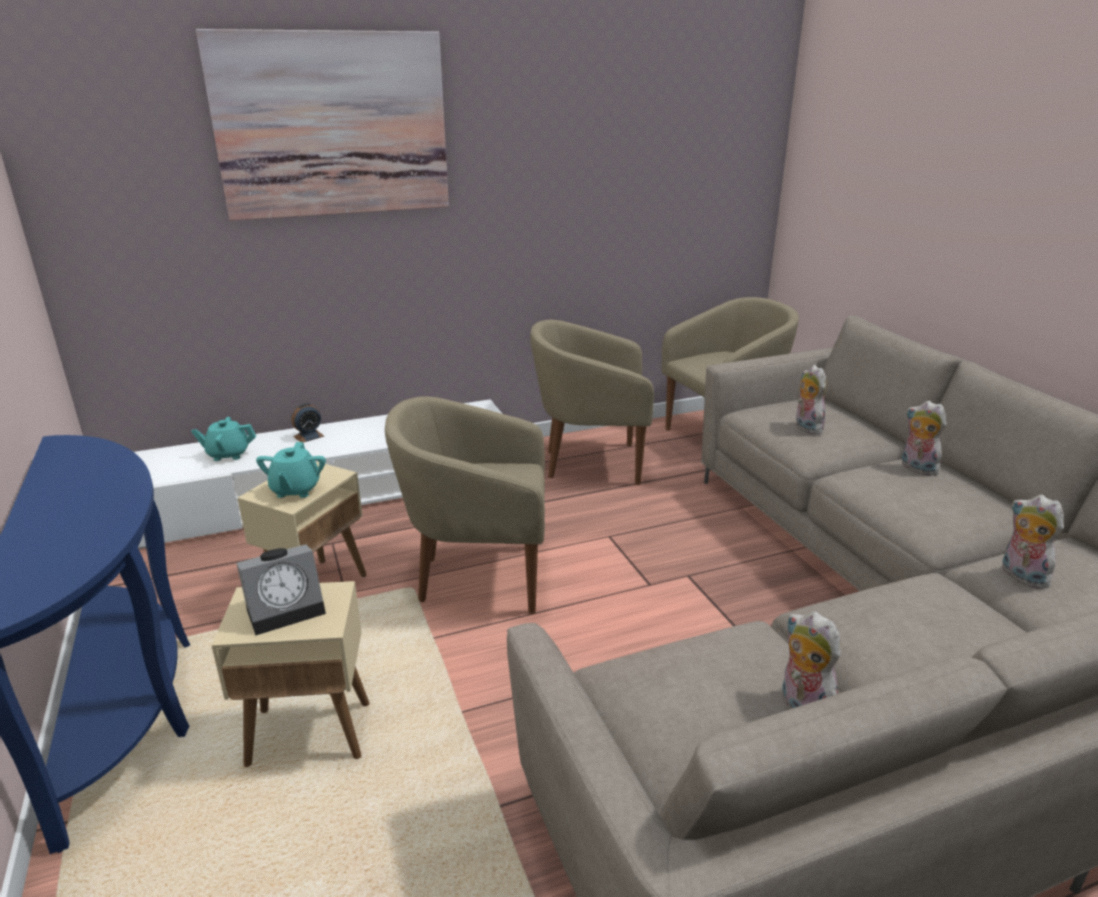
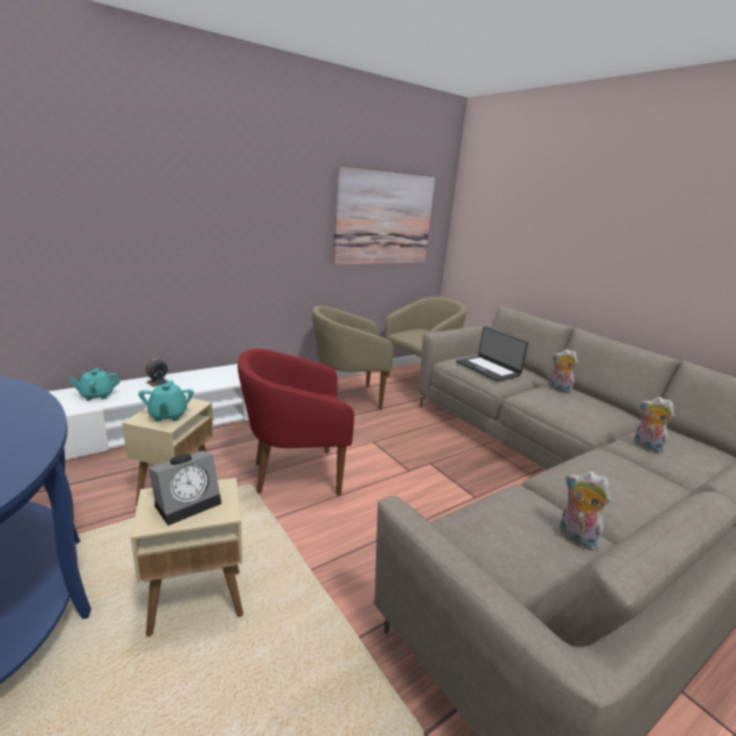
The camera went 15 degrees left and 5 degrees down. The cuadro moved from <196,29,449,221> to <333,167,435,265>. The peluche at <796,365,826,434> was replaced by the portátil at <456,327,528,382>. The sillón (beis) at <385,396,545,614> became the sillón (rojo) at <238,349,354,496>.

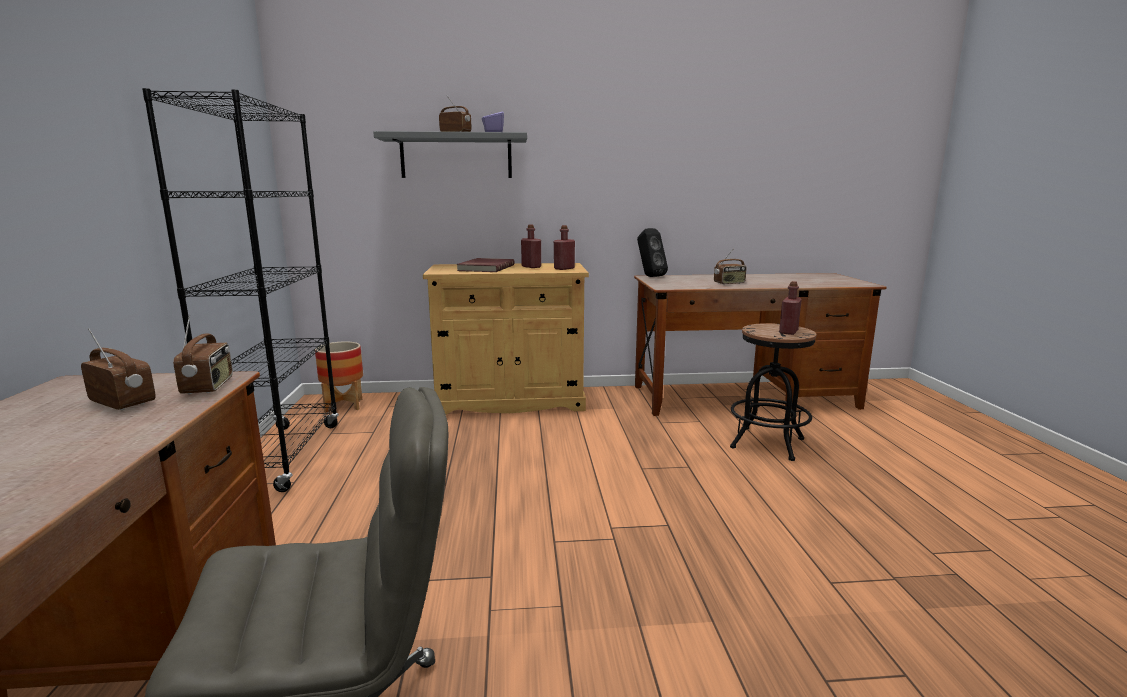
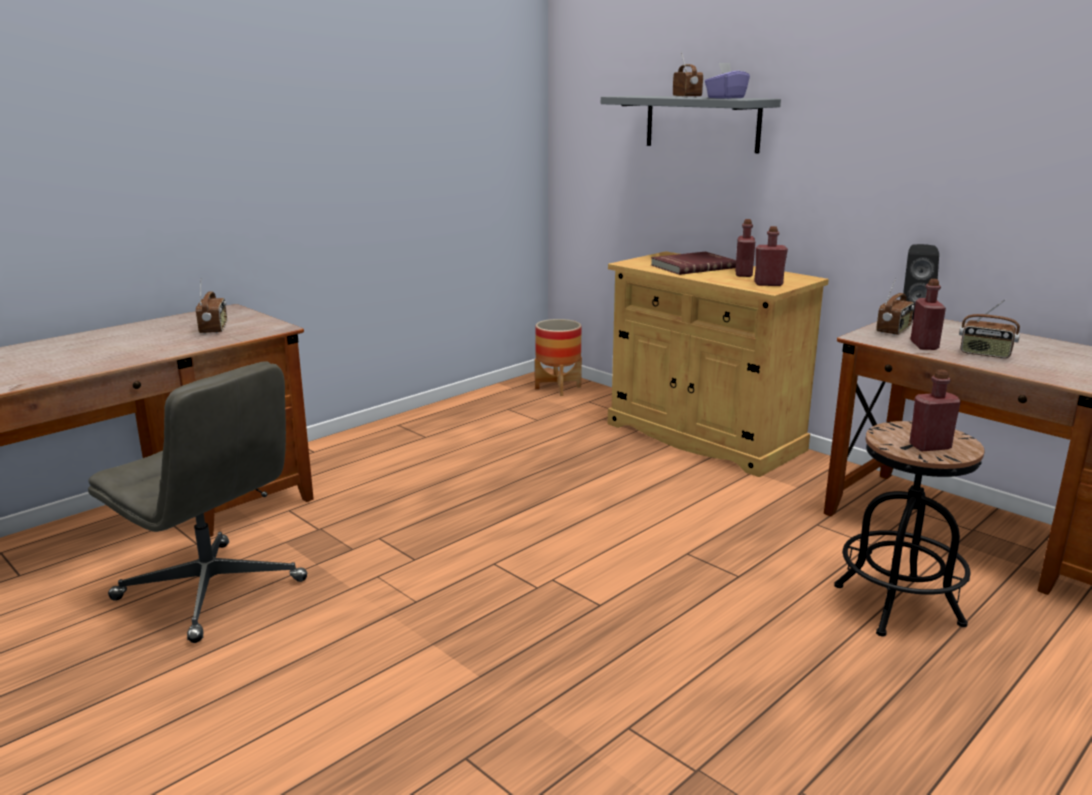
The camera went 50 degrees right and 5 degrees up. The estantería (negro) at <142,88,339,492> disappeared. The botella (rojo) at <910,279,946,350> appeared. The radio moved from <173,315,233,394> to <876,278,914,335>.

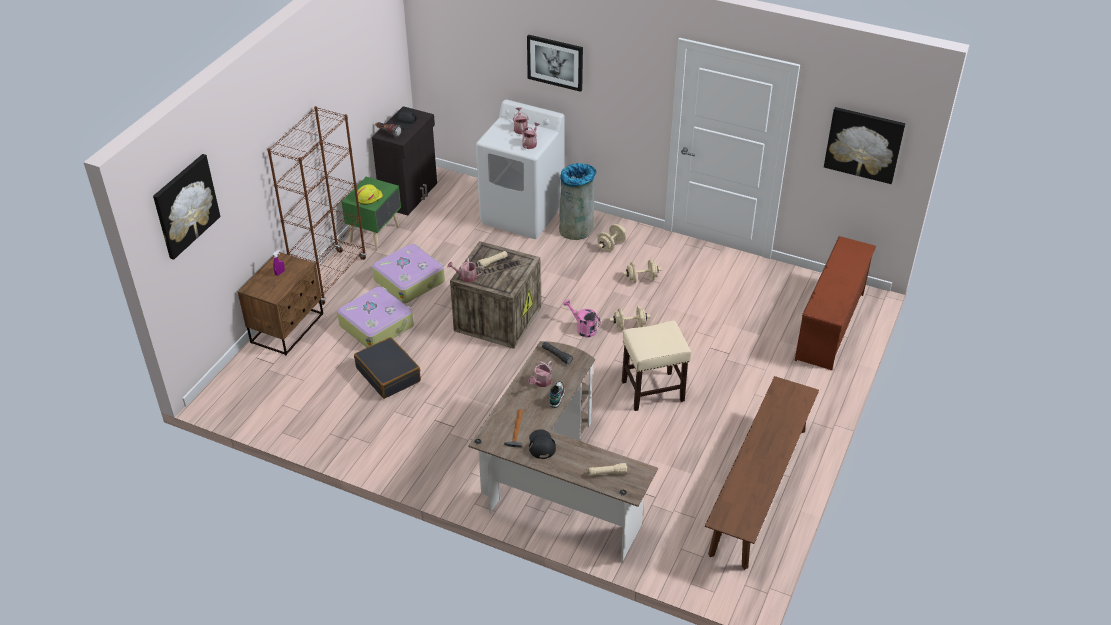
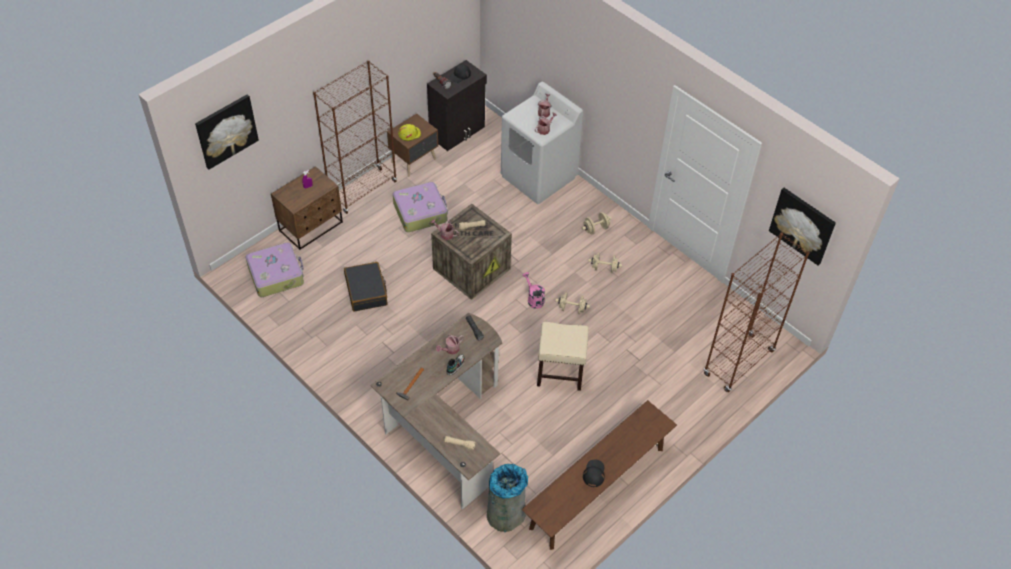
The camera went 20 degrees right and 10 degrees up. The cuadro at <527,35,583,92> disappeared. The maleta moved from <337,287,414,347> to <246,243,304,297>. The gorra (negro) moved from <529,429,556,459> to <583,459,605,487>. The papelera (gris) moved from <559,163,596,240> to <487,464,528,532>. The zapatero (marrón) at <795,236,876,370> was replaced by the estantería (marrón) at <704,232,810,393>. The mesita de noche (verde) at <341,177,401,250> became the mesita de noche (marrón) at <387,113,438,177>.

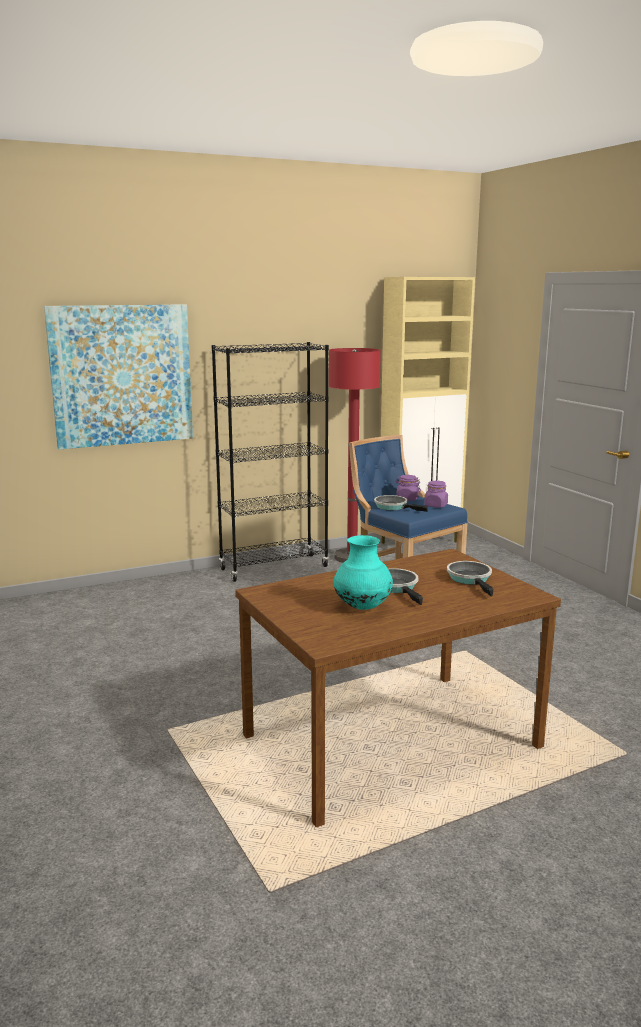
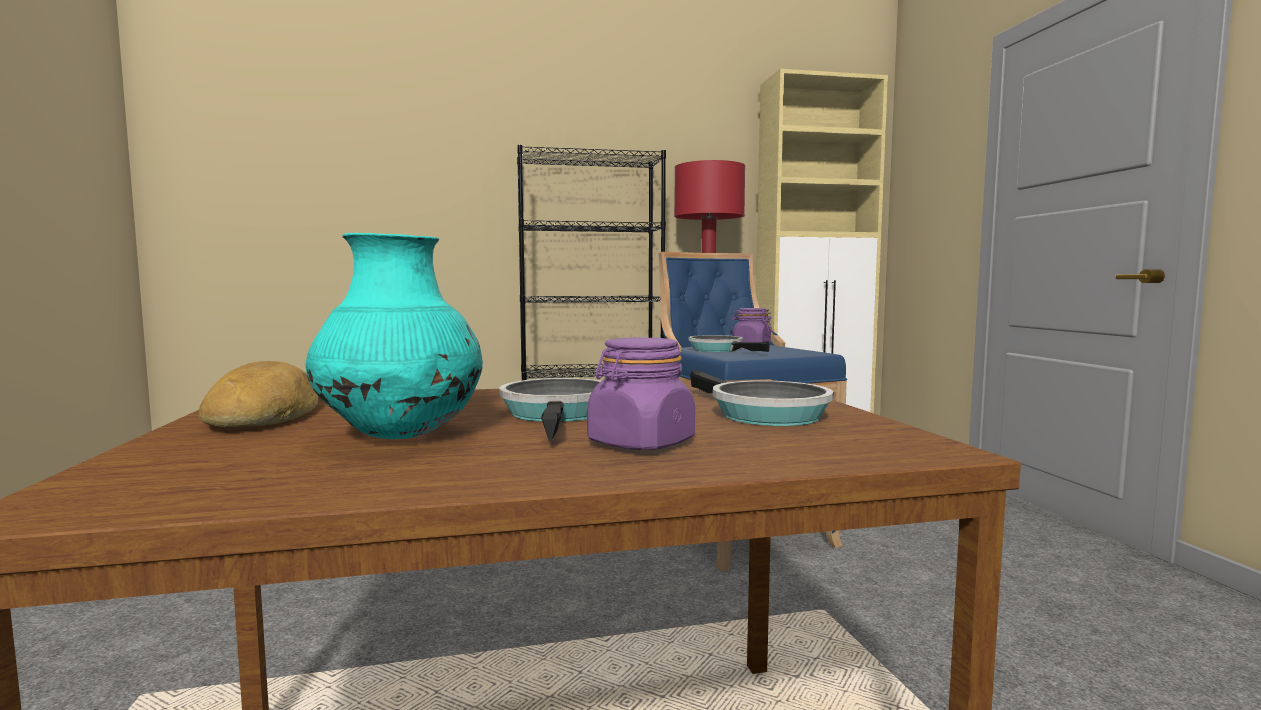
The camera went 15 degrees right and 10 degrees down. The cuadro at <44,304,193,450> disappeared. The pan at <199,361,318,427> appeared. The tarro (morado) moved from <424,481,448,507> to <587,338,695,450>. The sartén at <447,561,494,597> turned 150 degrees clockwise.

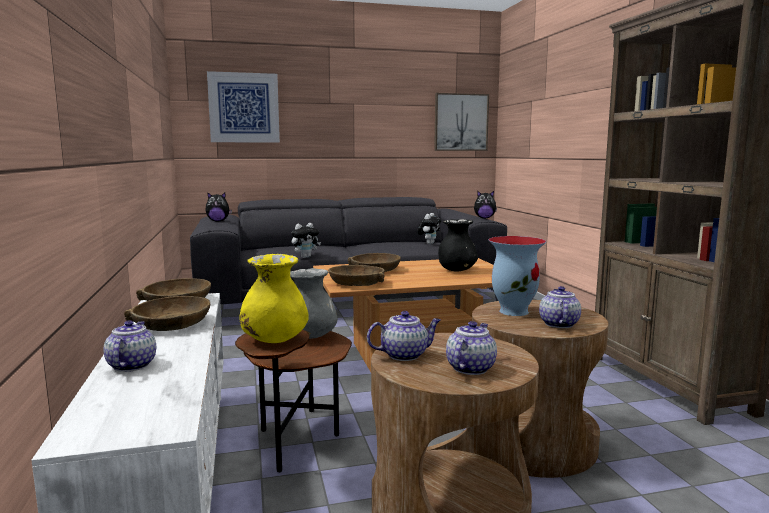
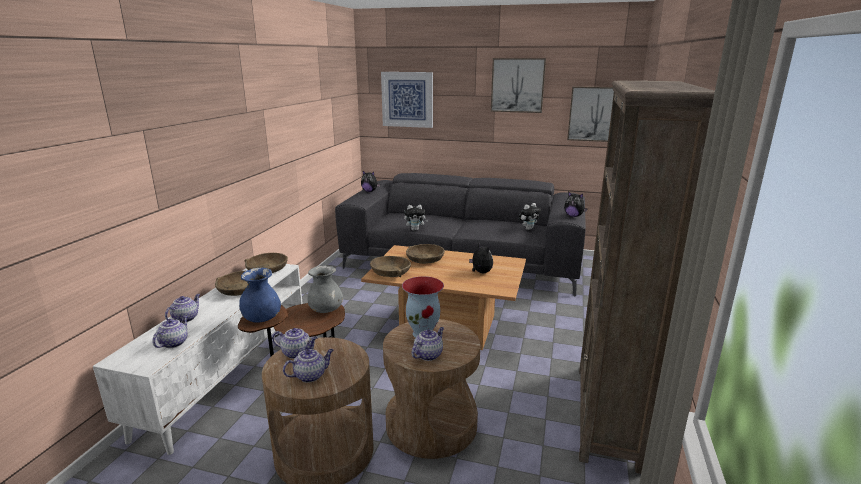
The camera went 30 degrees right and 10 degrees up. The tetera at <152,315,188,348> appeared. The cuadro at <491,58,546,113> appeared. The florero (negro) at <438,219,478,272> was replaced by the peluche at <469,243,493,273>. The florero (amarillo) at <239,254,309,343> became the florero (azul) at <239,268,281,323>.

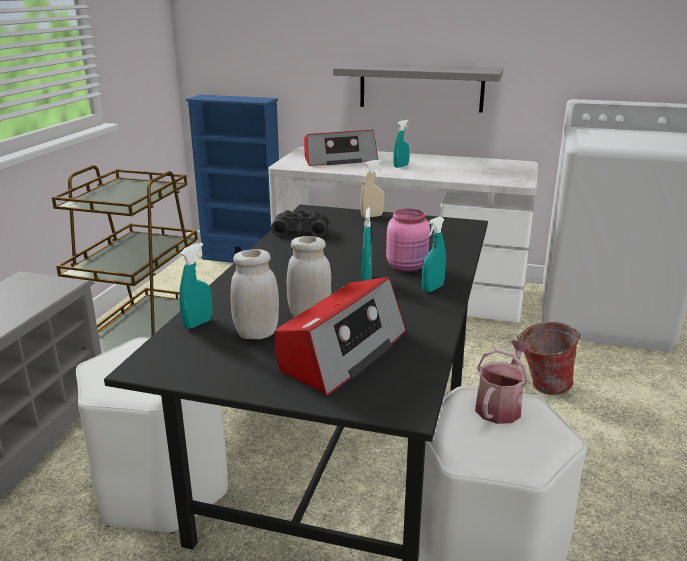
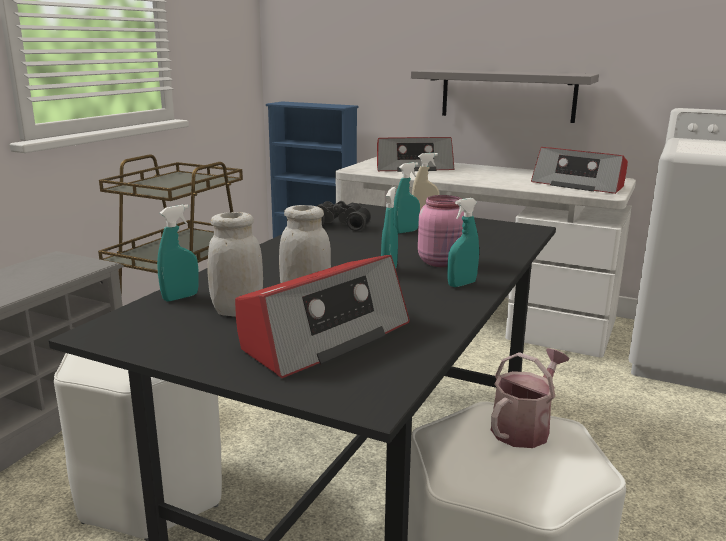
The camera went 10 degrees right and 5 degrees down. The cubo at <517,322,581,395> disappeared. The radio at <531,147,628,194> appeared. The pulverizador (turquesa) moved from <394,120,410,168> to <394,162,420,234>.

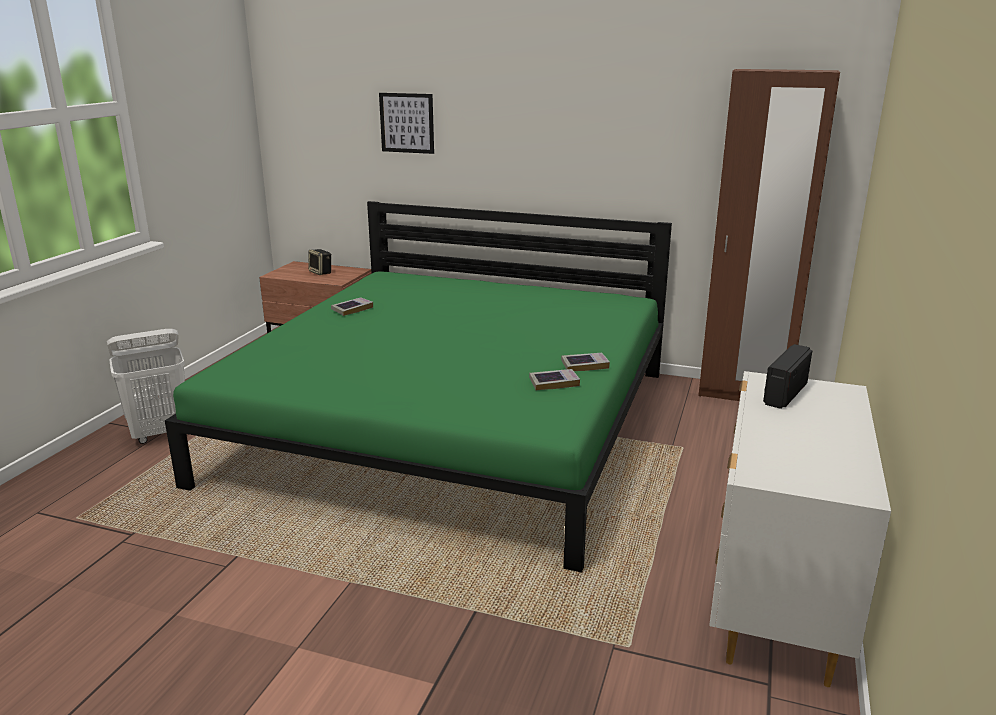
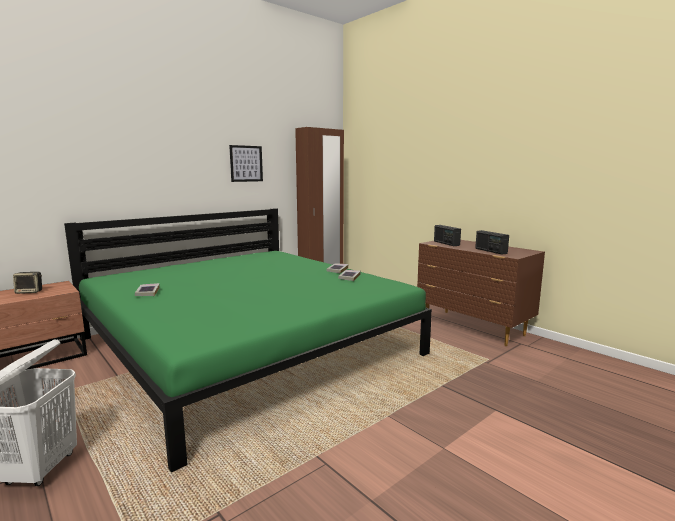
The camera went 60 degrees left and 10 degrees down. The radio at <475,230,509,255> appeared. The cuadro moved from <379,93,434,154> to <229,145,263,182>. The cómoda (blanco) at <709,371,891,687> became the cómoda (marrón) at <417,240,545,346>.

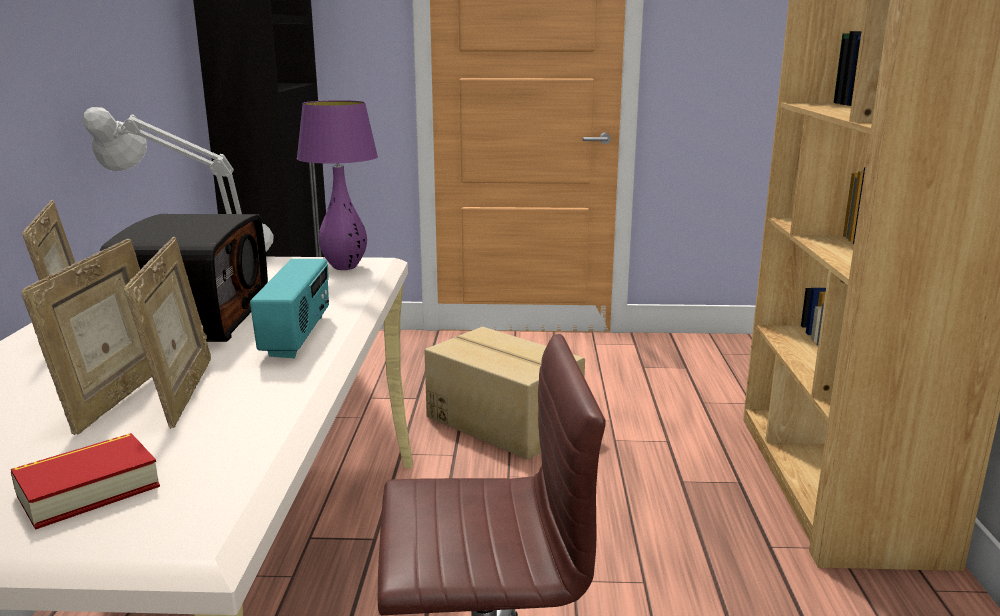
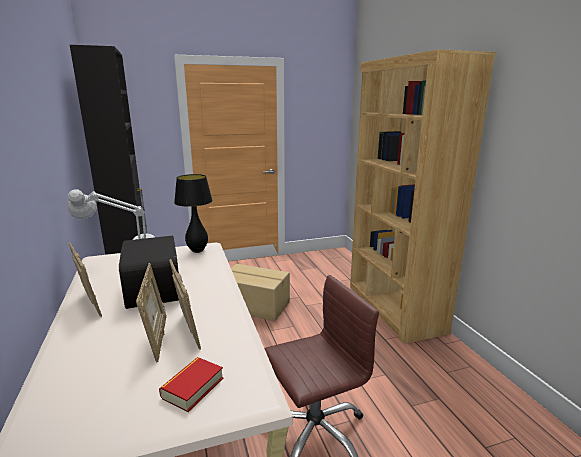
The camera went 20 degrees left and 0 degrees up. The radio at <250,259,329,358> disappeared. The lámpara de mesa (morado) at <296,100,378,270> became the lámpara de mesa (negro) at <174,174,213,253>.

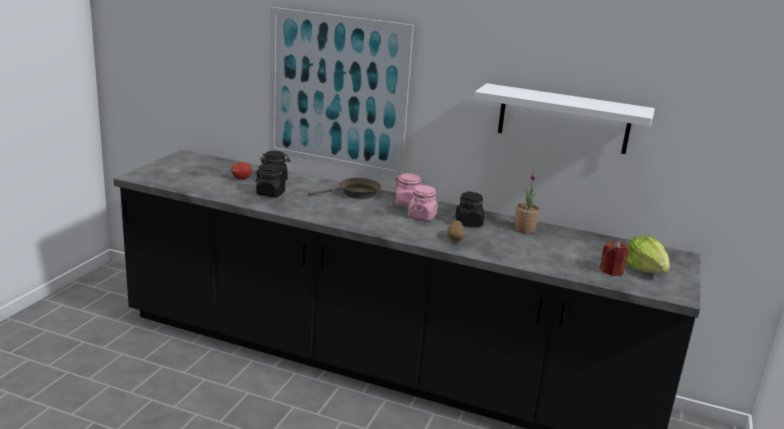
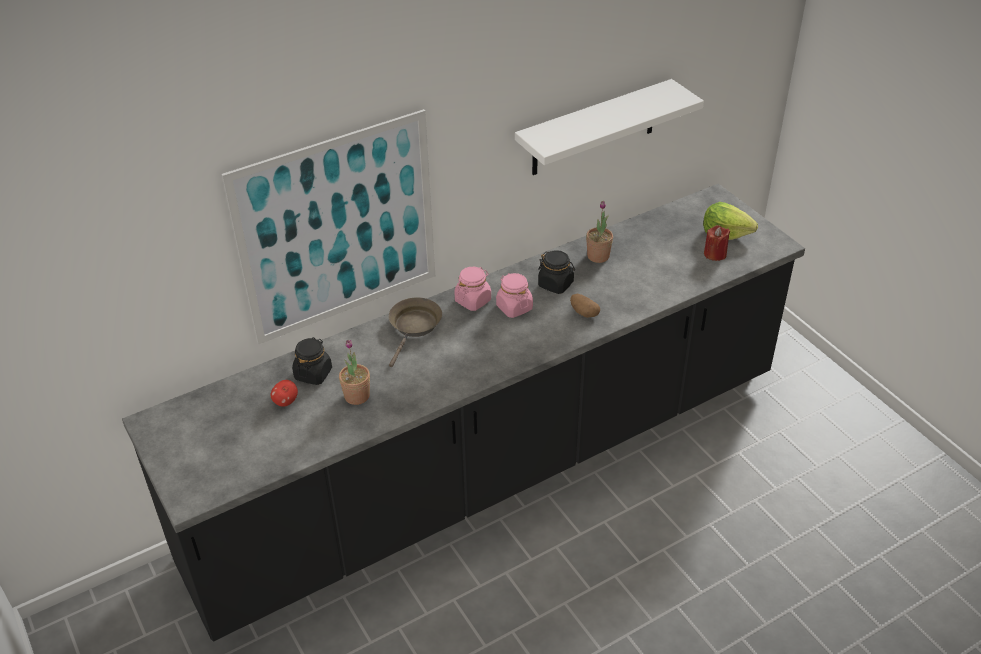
The camera went 50 degrees left and 20 degrees up. The tarro (negro) at <255,164,287,197> was replaced by the planta en maceta at <339,340,370,405>.

